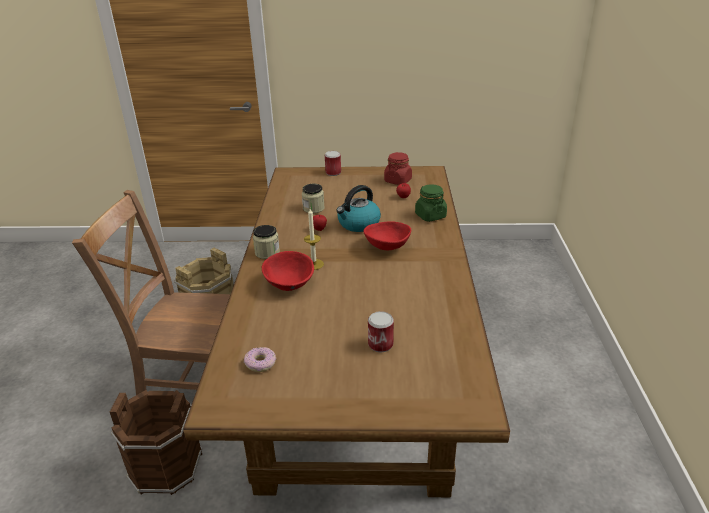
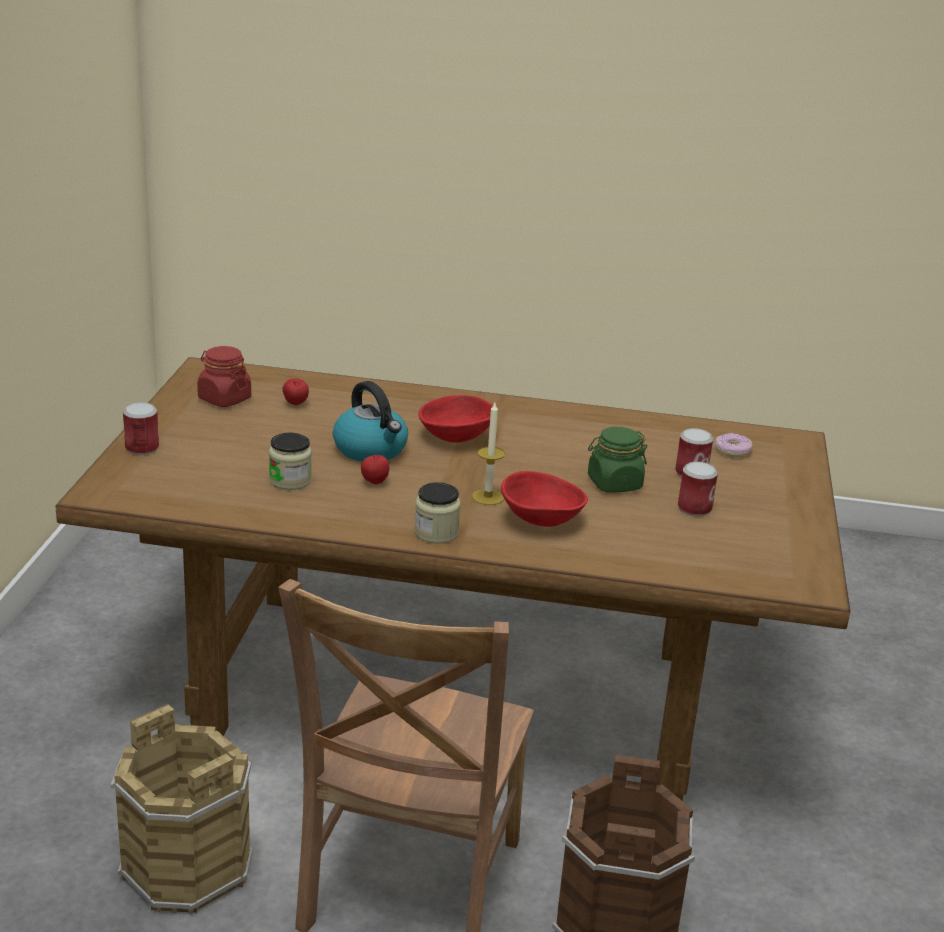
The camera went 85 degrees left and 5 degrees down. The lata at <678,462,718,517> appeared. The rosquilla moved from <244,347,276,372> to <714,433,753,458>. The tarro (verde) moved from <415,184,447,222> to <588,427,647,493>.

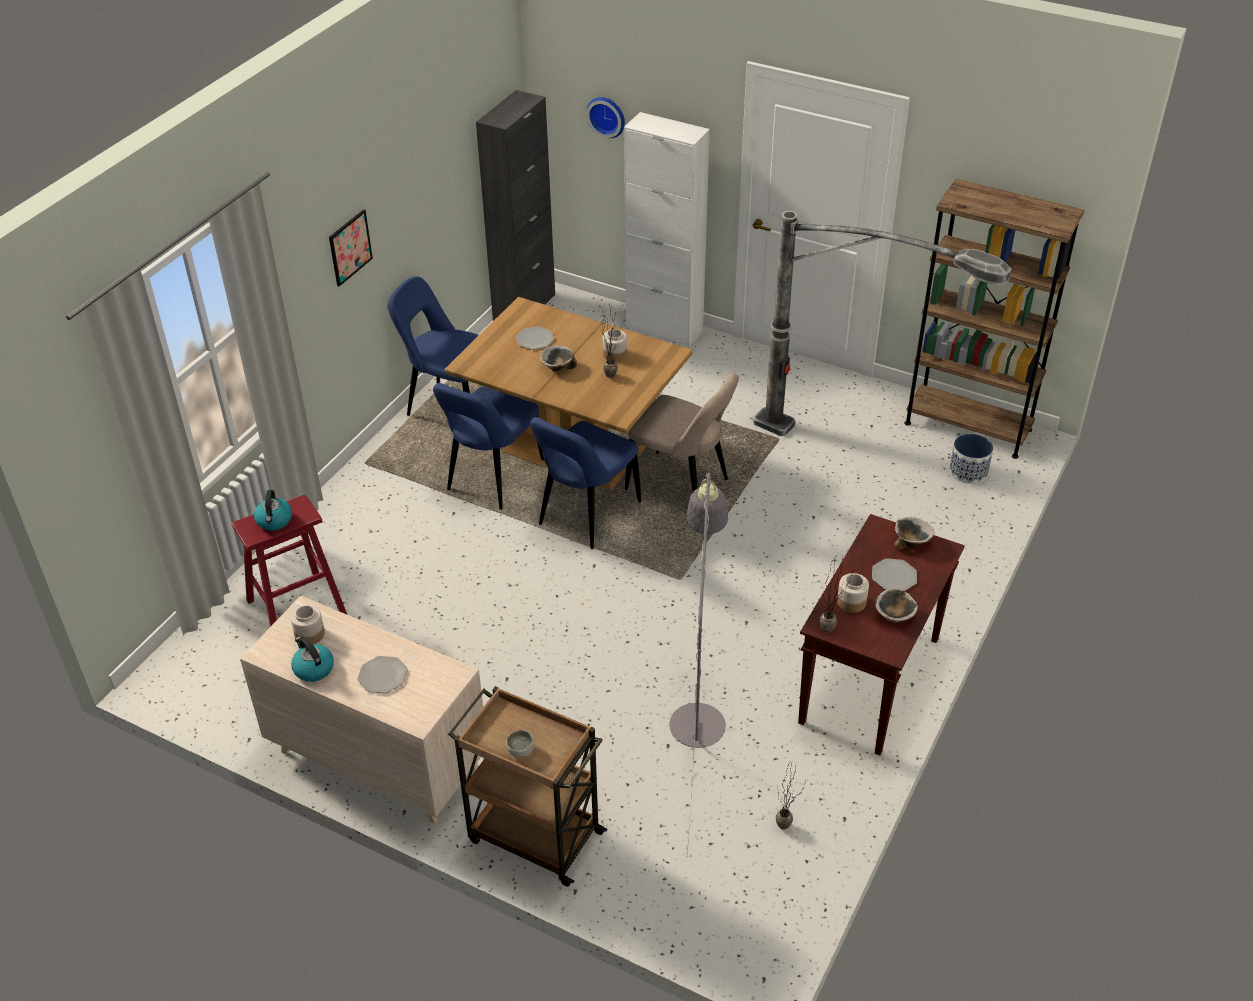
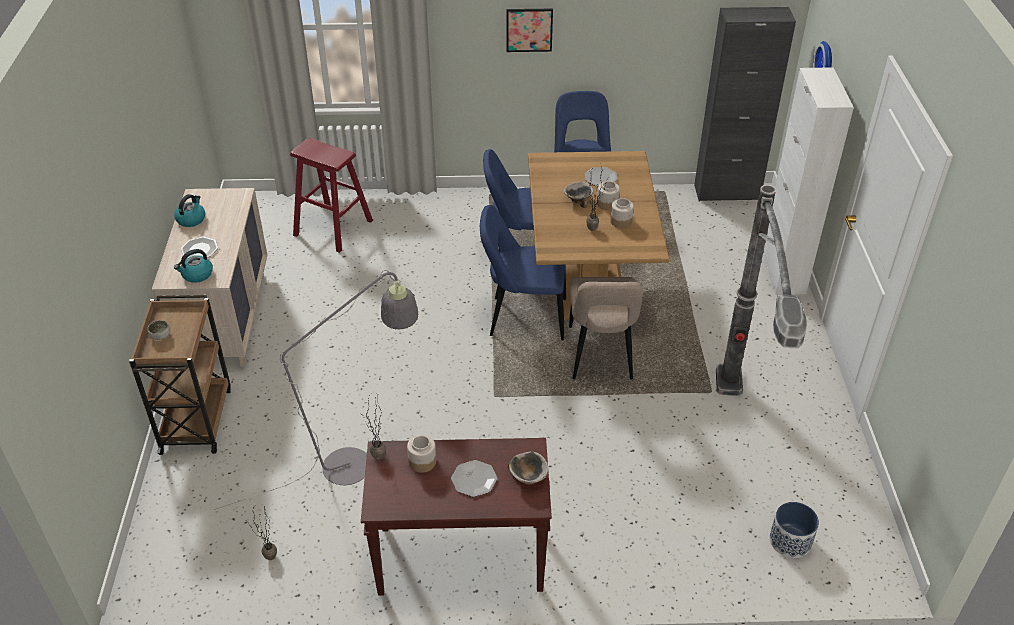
The camera went 60 degrees right and 0 degrees up. The cuenco at <875,589,918,623> disappeared. The estantería (marrón) at <904,179,1084,459> disappeared. The hervidor moved from <254,490,292,530> to <174,249,213,283>. The tarro moved from <291,605,325,644> to <597,181,620,210>.

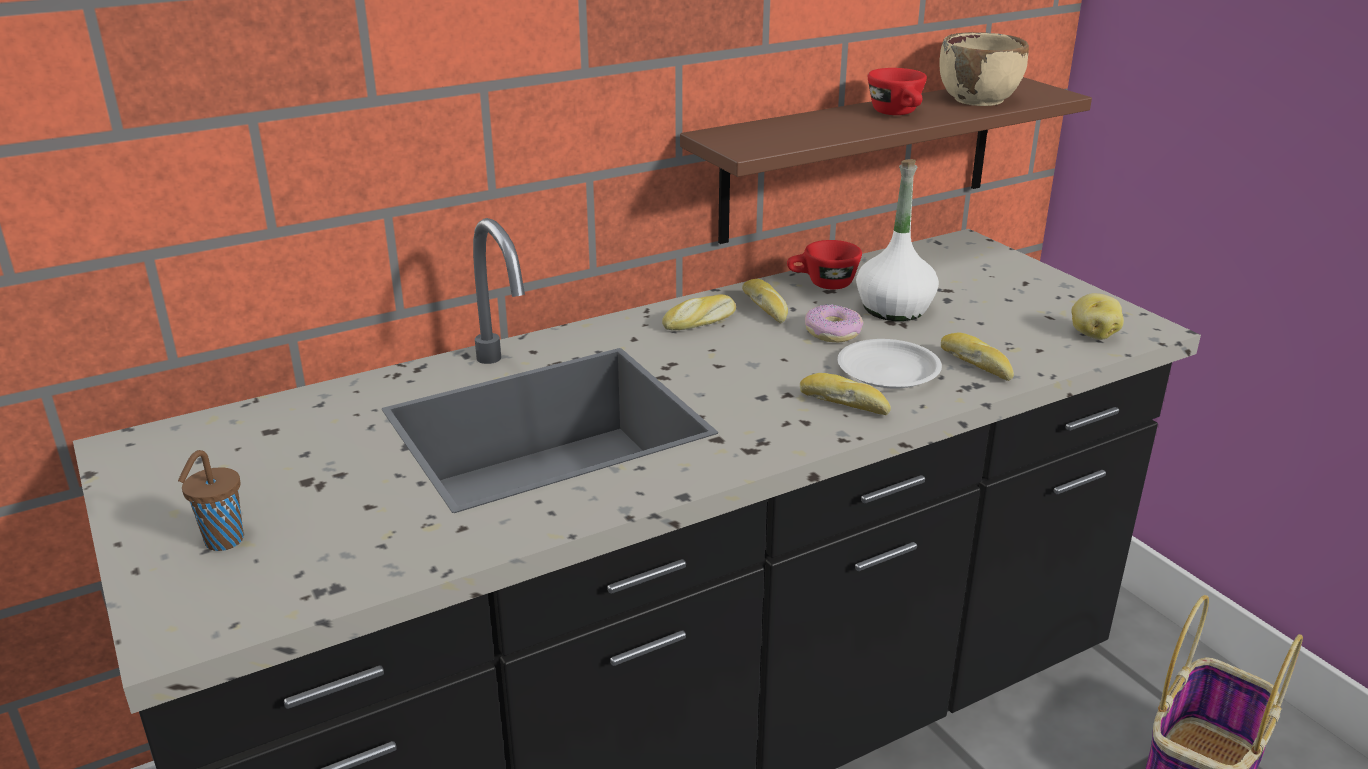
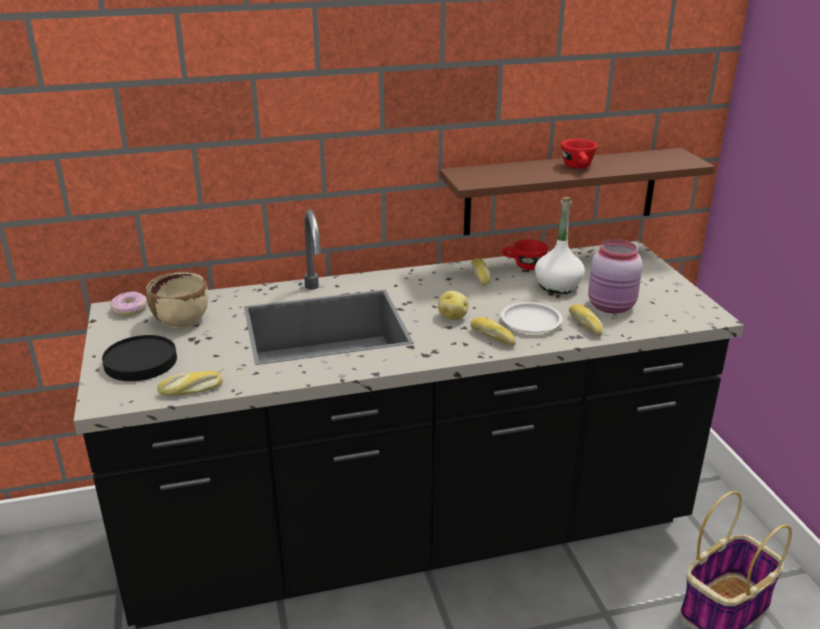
The camera went 15 degrees right and 0 degrees up. The tarro (rosa) at <588,239,643,314> appeared. The pan moved from <662,294,736,330> to <157,371,223,396>. The rosquilla moved from <805,304,863,342> to <110,291,147,316>. The cuenco (beis) moved from <939,32,1029,106> to <146,272,208,328>. The patata moved from <1071,293,1124,340> to <438,291,469,320>. The taza (marrón) at <178,450,244,551> was replaced by the plato (negro) at <102,335,177,381>.

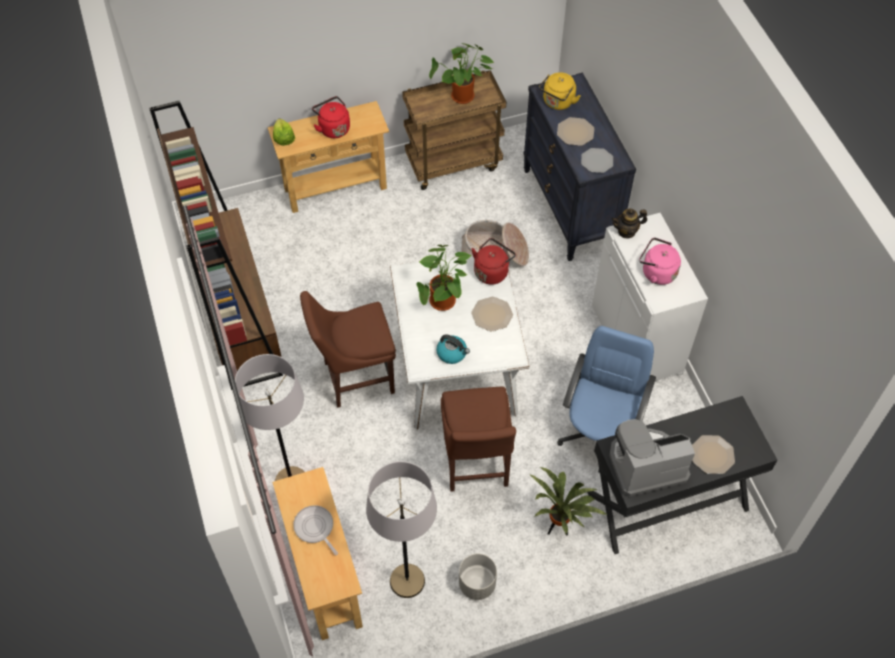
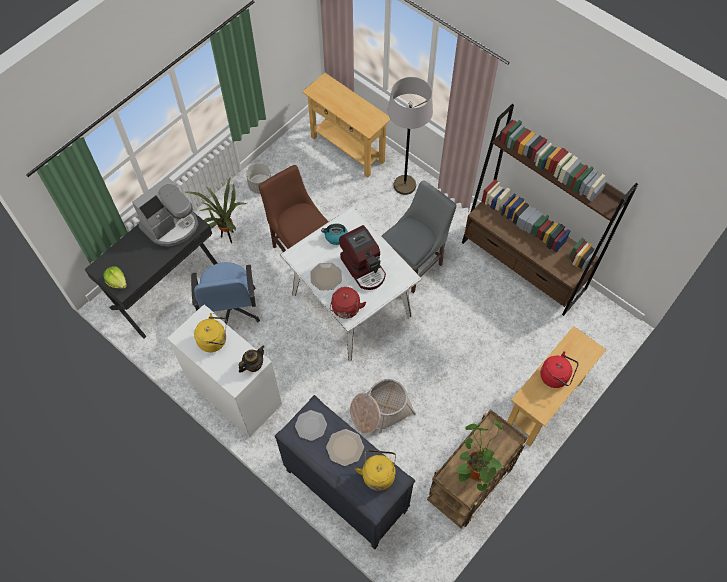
The camera went 150 degrees right and 5 degrees up. The sartén at <293,505,338,555> disappeared. The lámpara de pie (gris) at <366,461,437,598> disappeared. The plato at <692,435,735,474> disappeared. The lechuga moved from <273,119,295,146> to <103,266,127,289>. The planta en maceta at <416,245,472,311> was replaced by the cafetera at <339,225,386,290>. The silla (marrón) at <300,291,396,408> became the silla (gris) at <382,180,456,293>. The hervidor (rosa) at <639,238,681,285> became the hervidor (amarillo) at <194,313,227,352>.

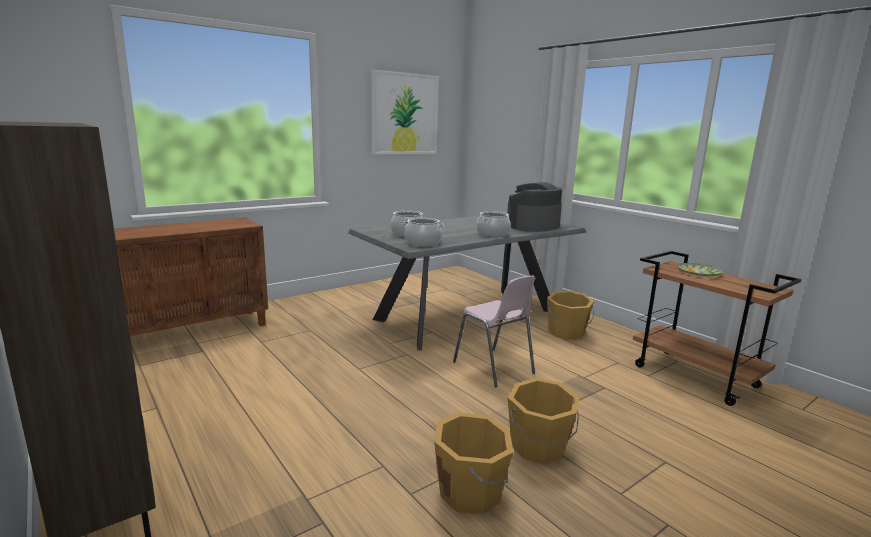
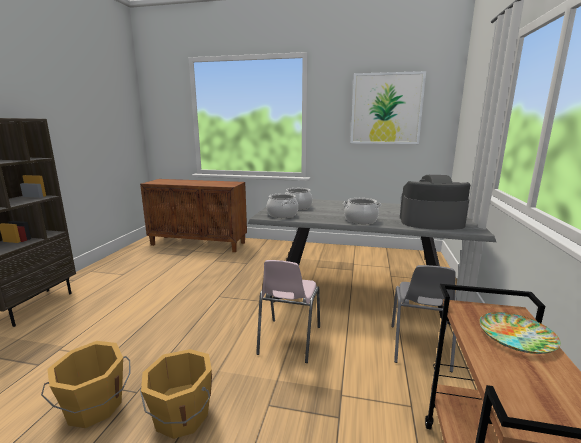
The camera went 50 degrees right and 0 degrees up. The cubo (naranja) at <547,291,594,340> was replaced by the silla (gris) at <391,265,457,372>.

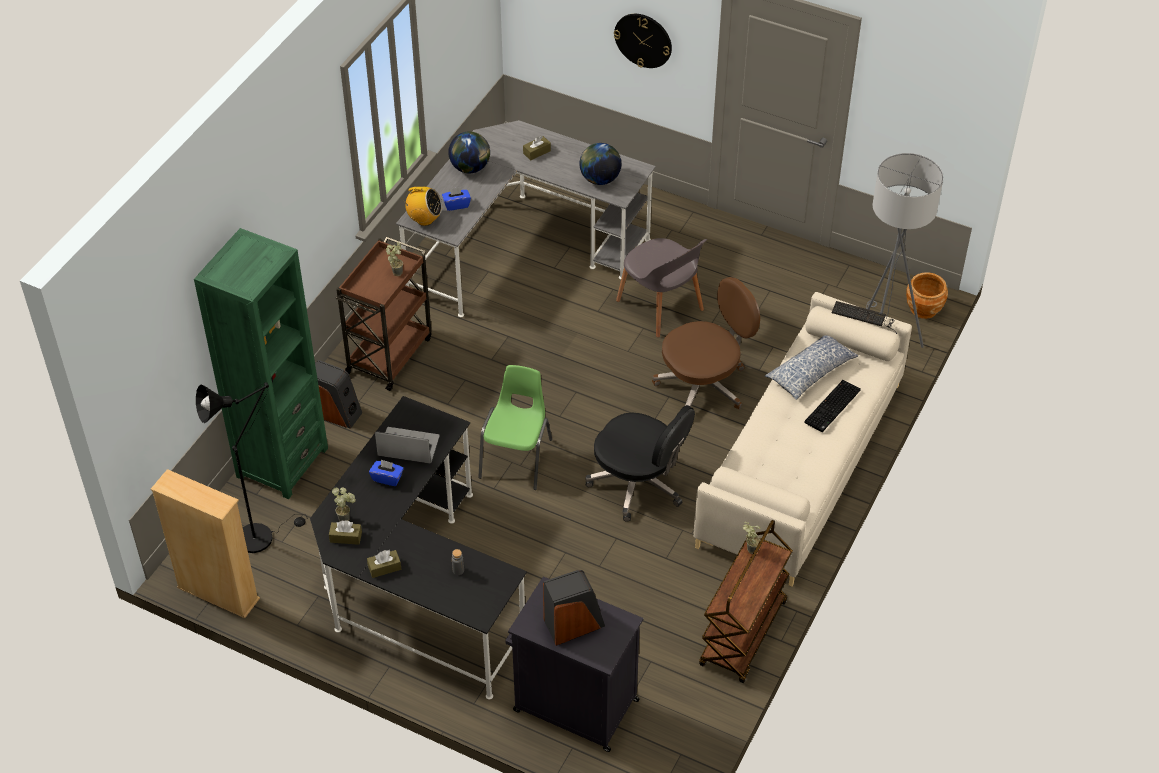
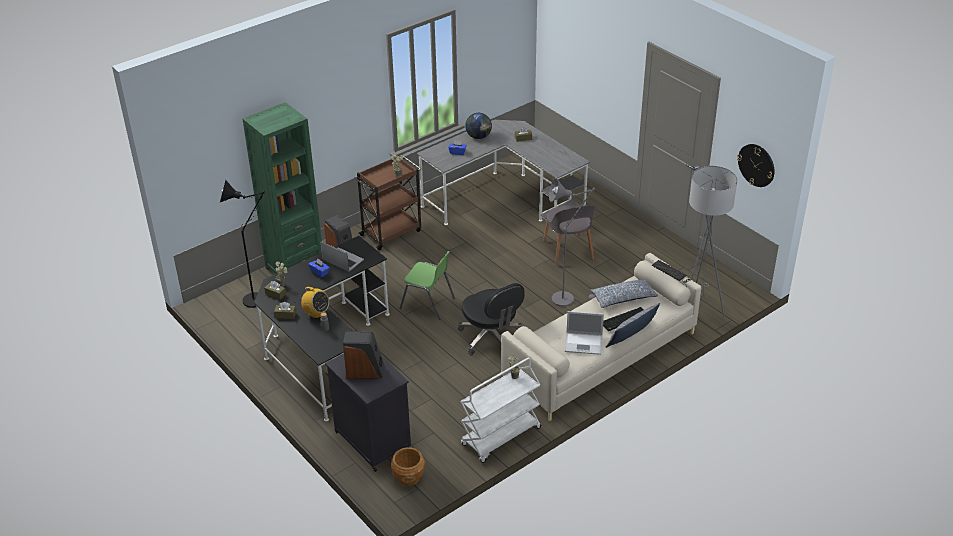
The camera went 25 degrees right and 10 degrees down. The estantería (beis) at <151,469,260,618> disappeared. The globo terráqueo at <580,143,621,185> disappeared. The portátil at <565,311,604,355> appeared. The cojín at <606,303,660,348> appeared. The radio moved from <401,187,442,226> to <300,287,329,318>. The reloj de pared moved from <614,14,672,68> to <737,144,775,187>. The maceta (marrón) moved from <906,272,948,319> to <391,447,425,486>. The silla de oficina (marrón) at <652,277,760,409> was replaced by the lámpara de pie (gris) at <549,179,596,307>. The carrito (marrón) at <699,520,793,683> became the carrito (blanco) at <461,357,541,463>. The silla (verde) at <478,365,552,490> turned 75 degrees clockwise.

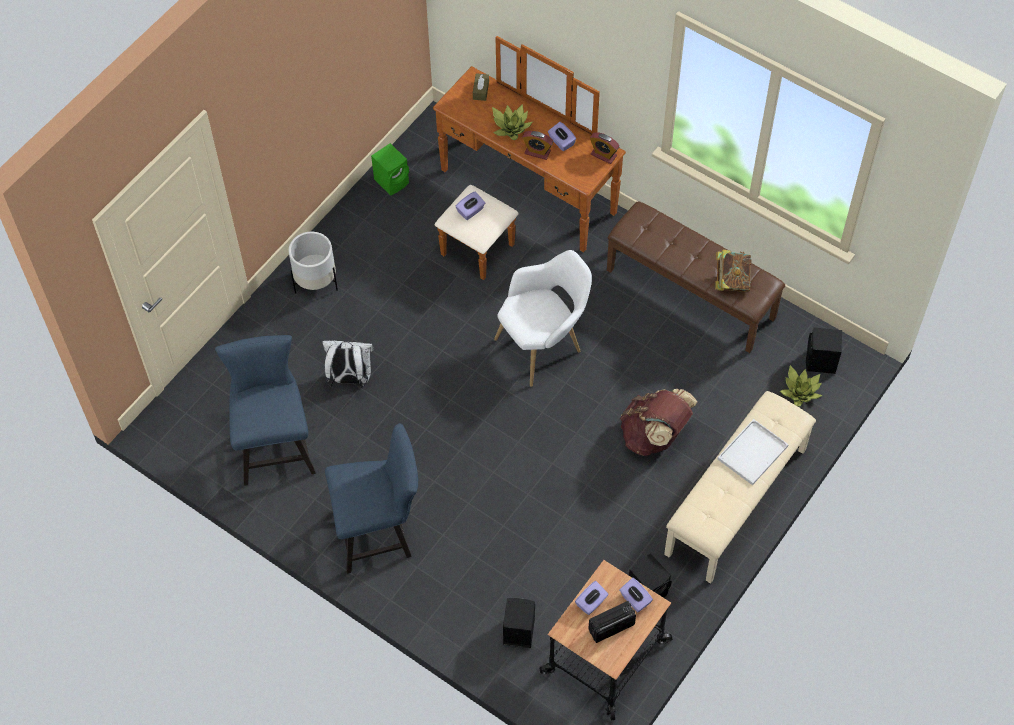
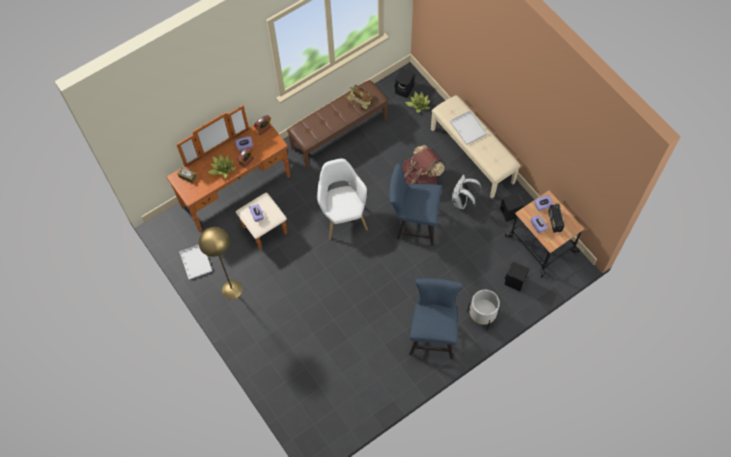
The camera went 70 degrees left and 5 degrees up. The lámpara de pie (amarillo) at <199,227,242,299> appeared. The silla (azul) moved from <215,335,316,486> to <389,163,442,246>. The maceta (blanco) moved from <288,232,338,294> to <467,290,500,330>. The mochila (blanco) moved from <322,341,374,388> to <452,174,482,210>. The altavoz (verde) at <371,143,409,196> was replaced by the bandeja (blanco) at <179,245,213,280>.

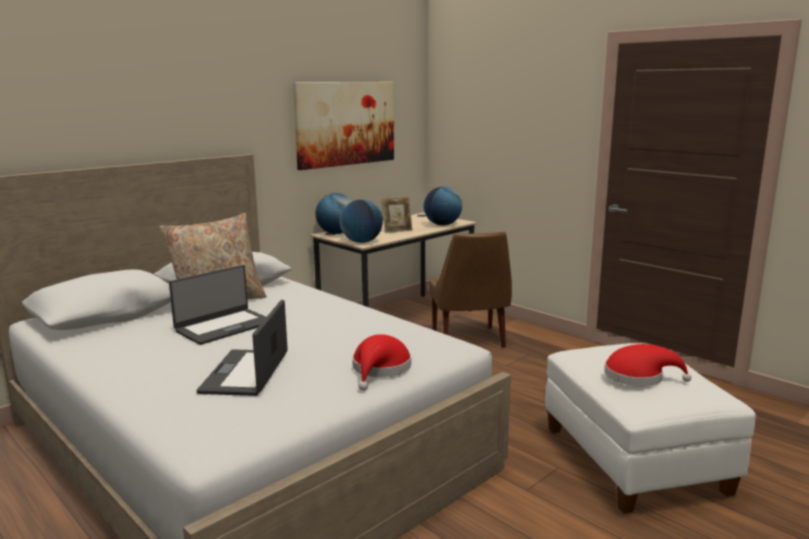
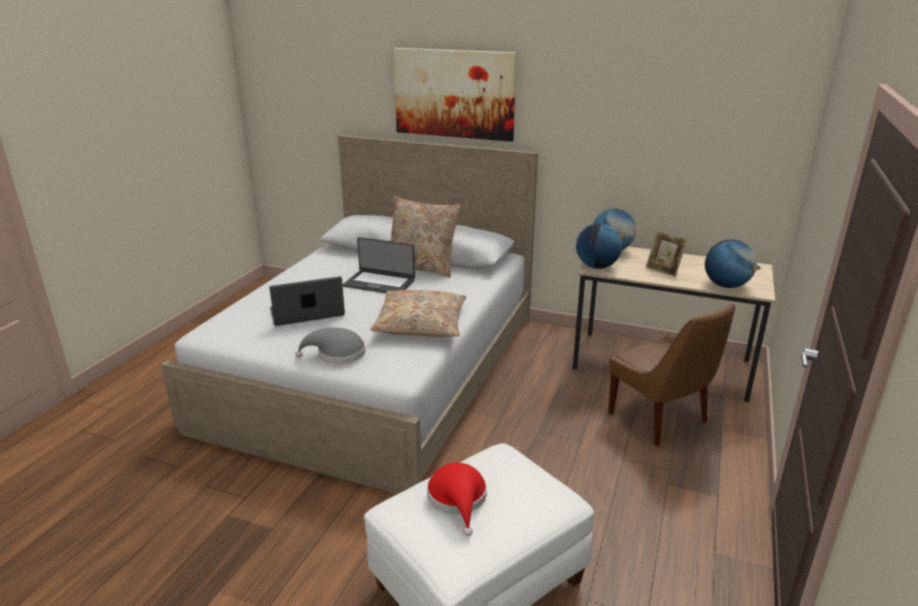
The camera went 65 degrees right and 10 degrees up. The cojín (beis) at <370,290,466,337> appeared. The cuadro moved from <293,82,394,170> to <393,48,517,142>. The sombrero (rojo) at <352,334,411,391> became the sombrero (gris) at <295,327,366,364>. The silla (marrón) at <429,232,512,348> turned 90 degrees counterclockwise.

